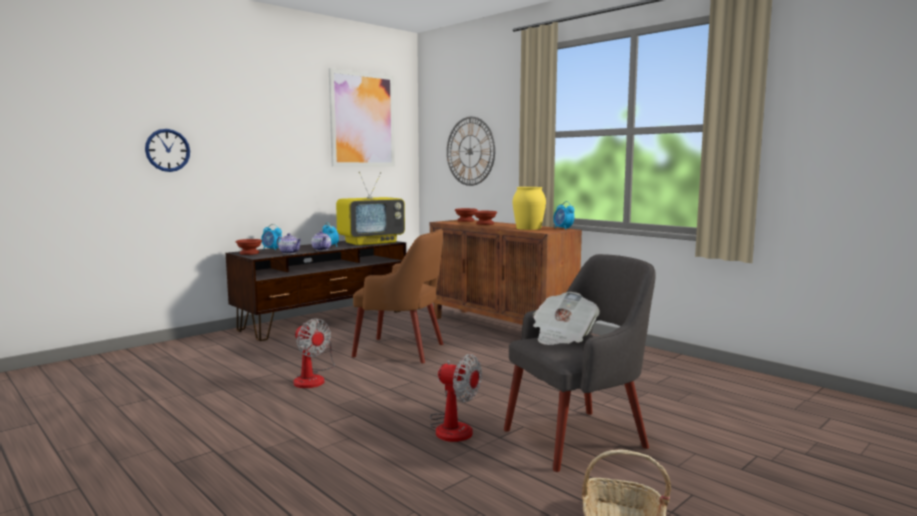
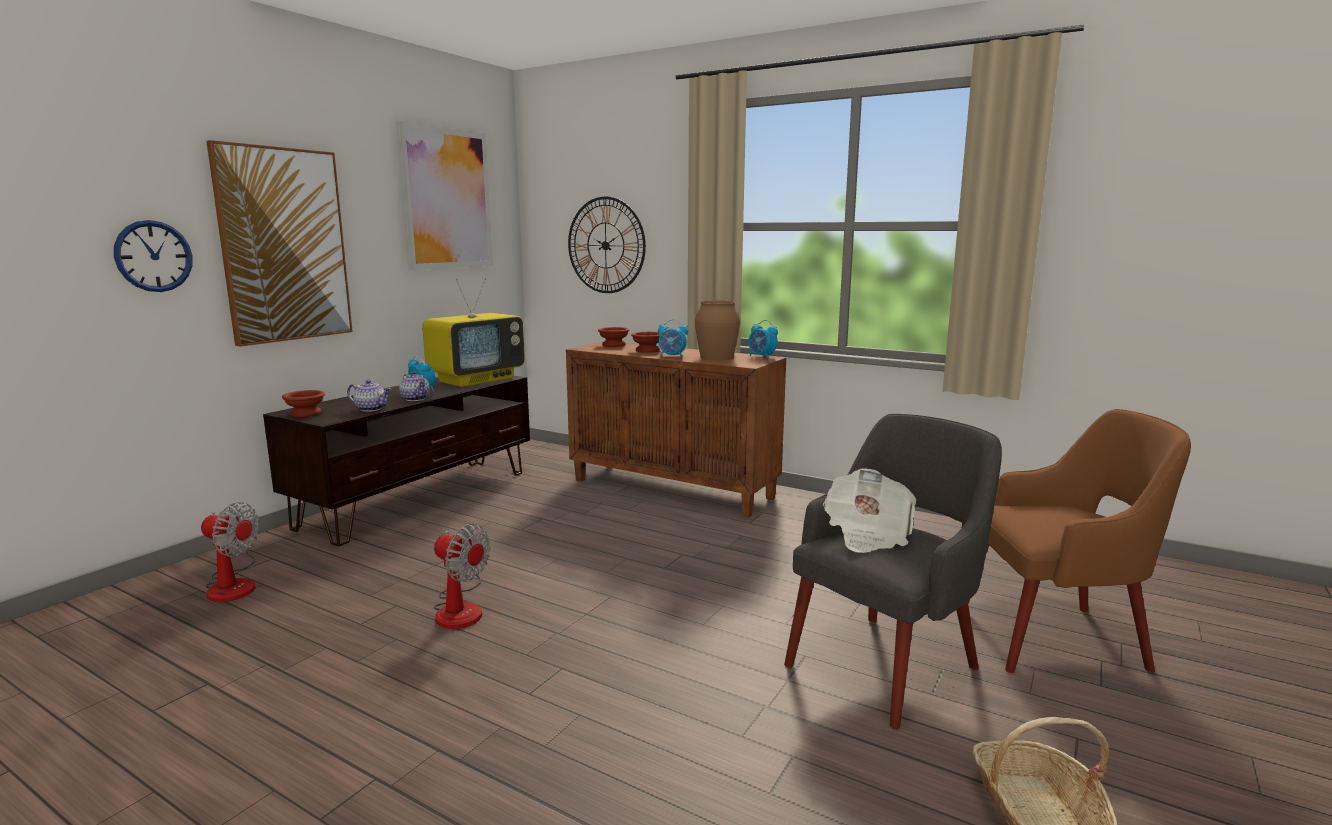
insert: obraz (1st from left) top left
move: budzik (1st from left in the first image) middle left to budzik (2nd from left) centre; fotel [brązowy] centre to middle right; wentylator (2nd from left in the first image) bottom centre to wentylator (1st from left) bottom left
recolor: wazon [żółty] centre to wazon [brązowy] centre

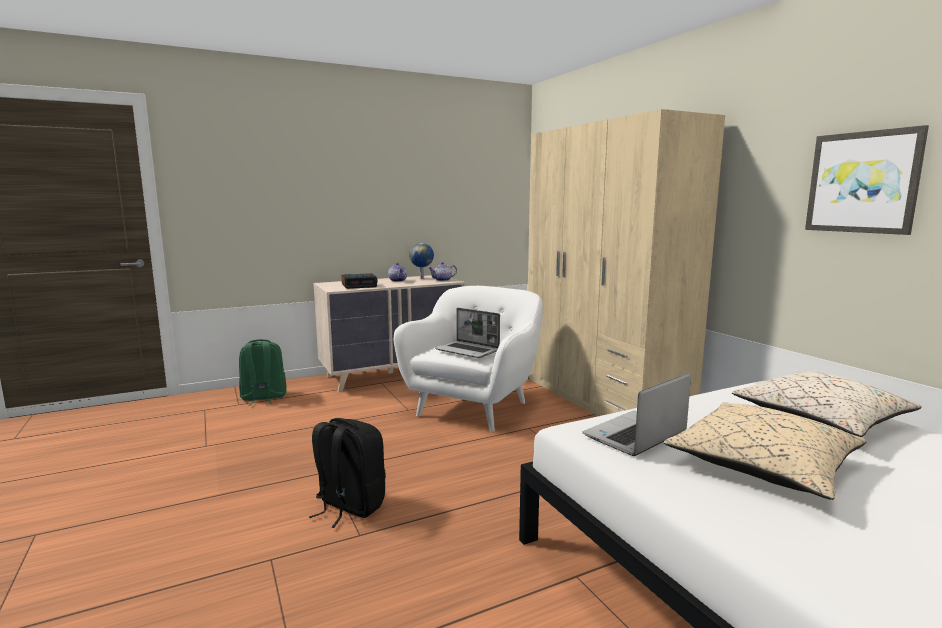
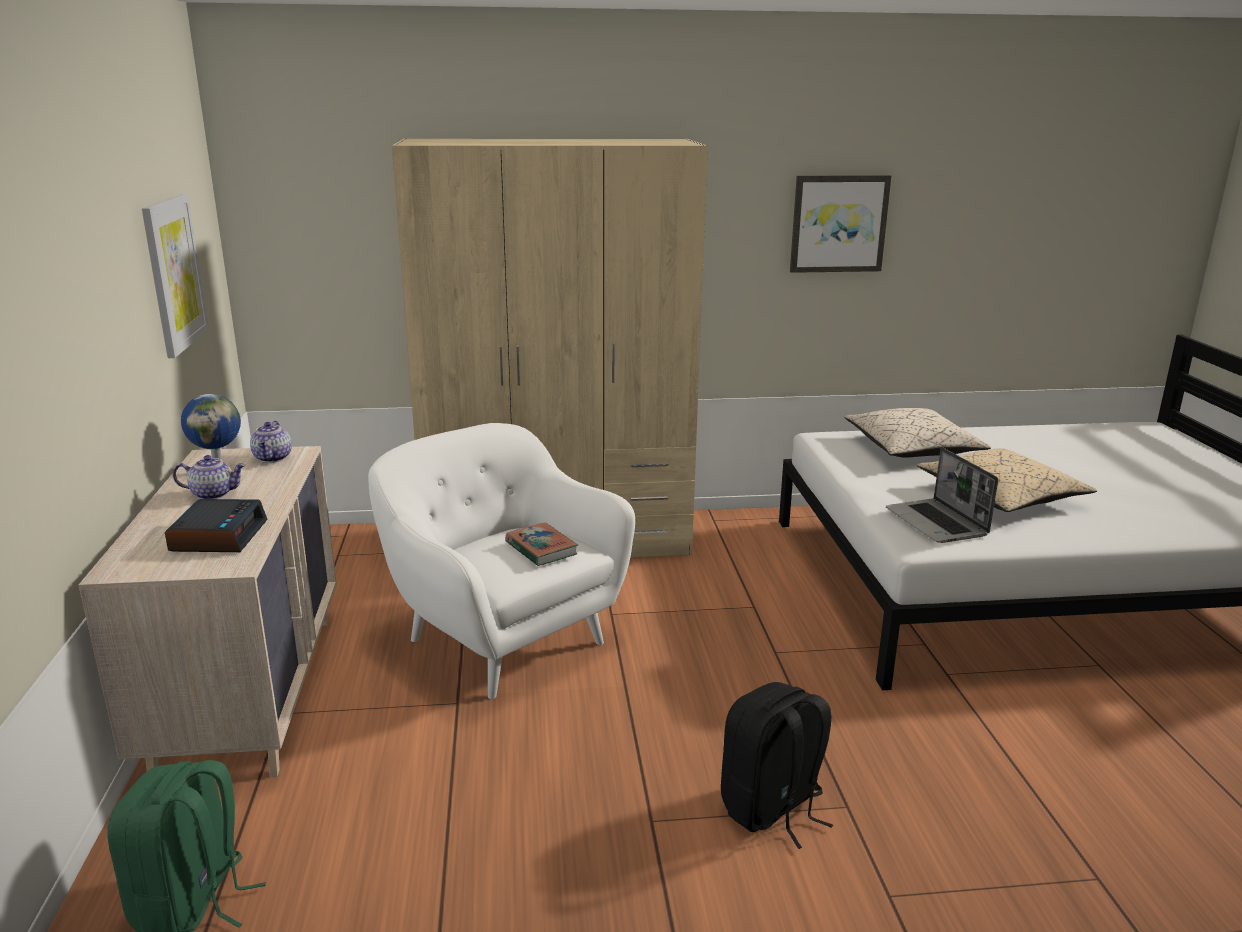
insert: obraz (1st from left) top left
replace: laptop (1st from left) centre to książka centre

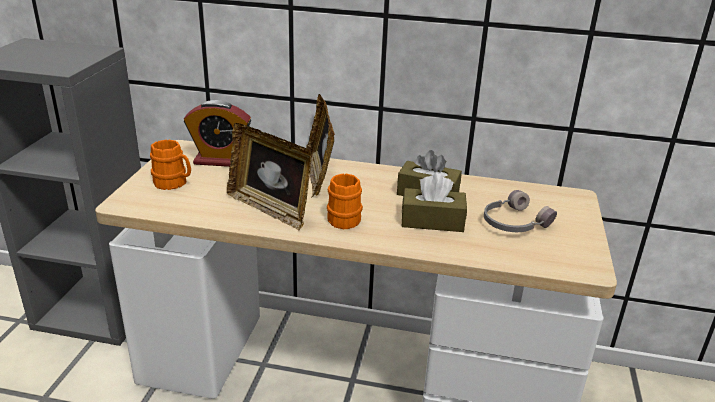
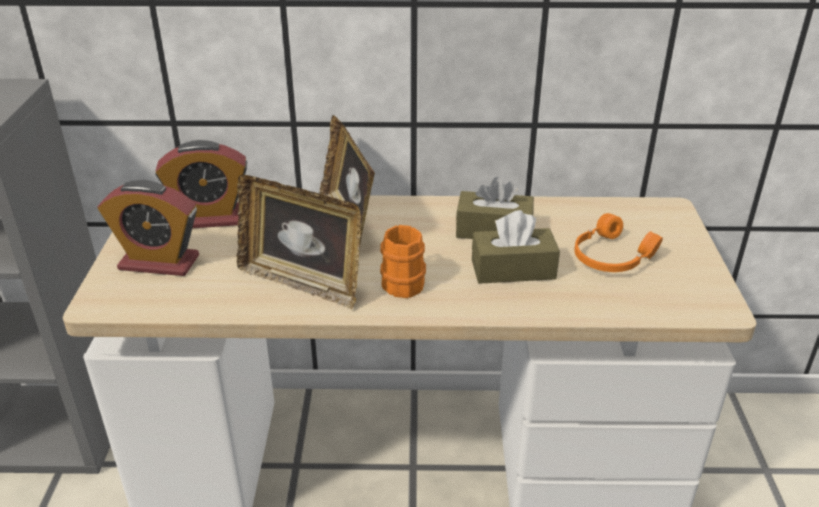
replace: kubek [pomarańczowy] (1st from left) middle left to budzik (1st from left) middle left
recolor: słuchawki [szary] middle right to słuchawki [pomarańczowy] middle right

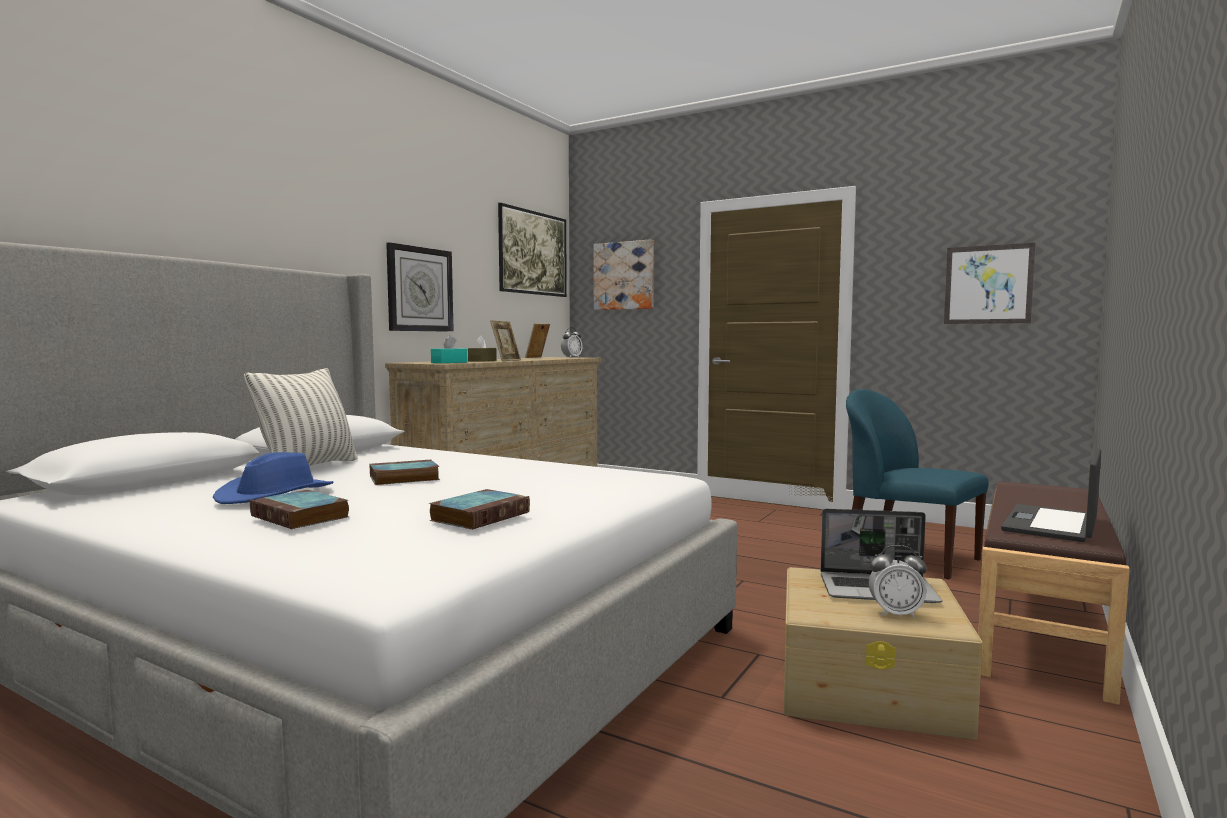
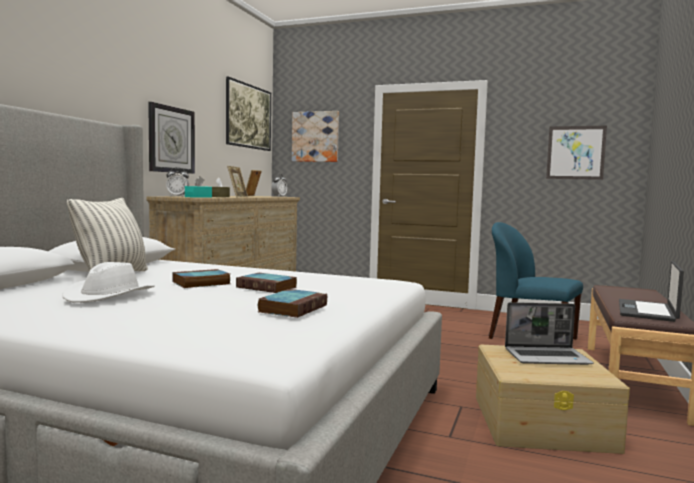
move: książka (1st from left in the first image) middle left to książka (2nd from left) centre; budzik (2nd from left in the first image) bottom right to budzik (1st from left) middle left
recolor: kapelusz [niebieski] middle left to kapelusz [biały] middle left

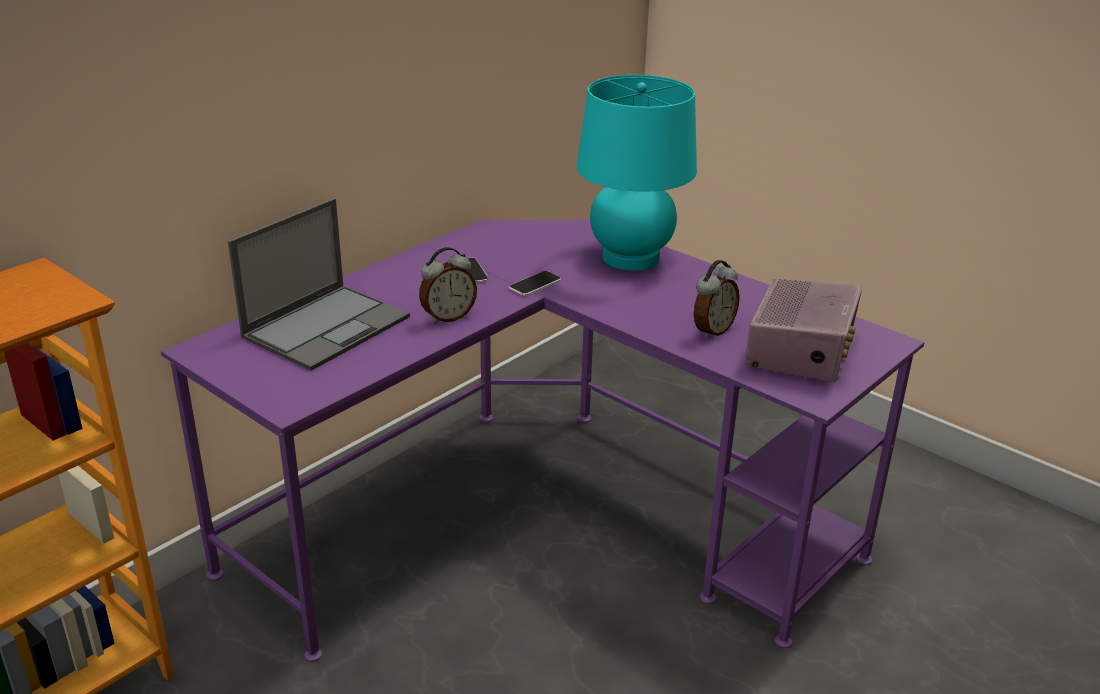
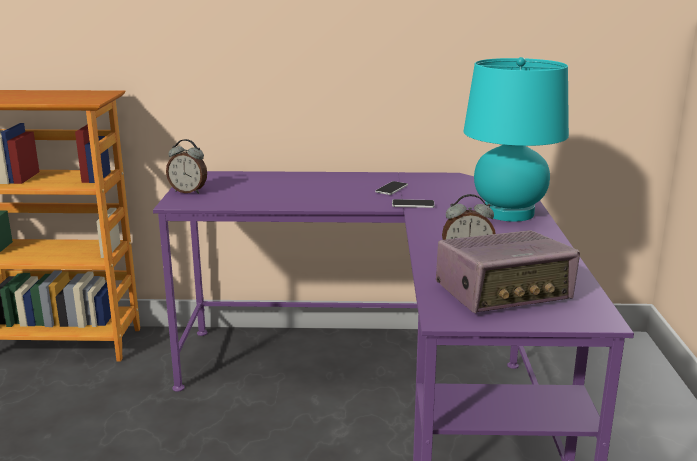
delete: laptop middle left
move: budzik (1st from left) centre to middle left

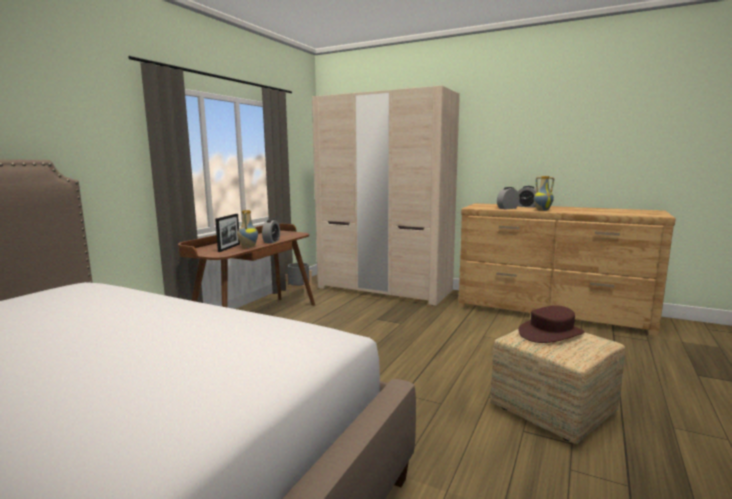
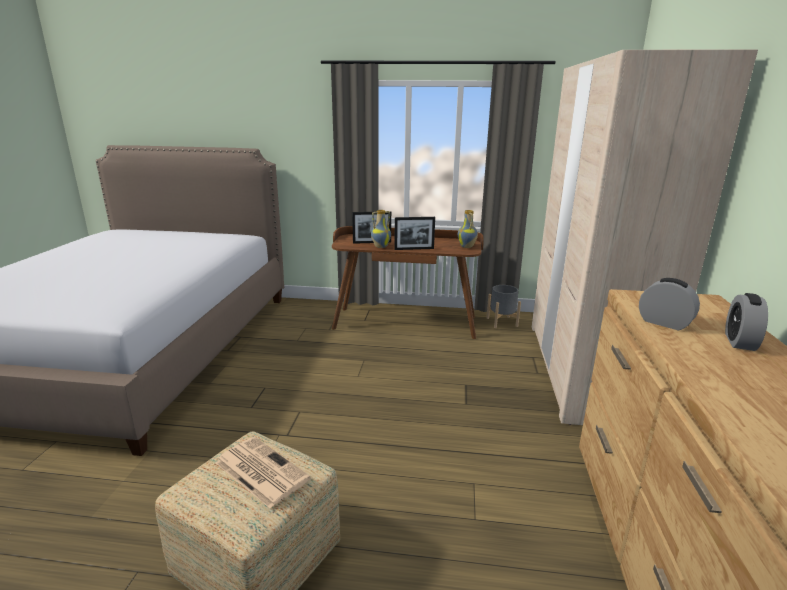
move: wazon (2nd from left) middle right to centre
replace: budzik (1st from left) centre to ramka na zdjęcie (2nd from left) centre; kapelusz [brązowy] middle right to gazeta bottom centre

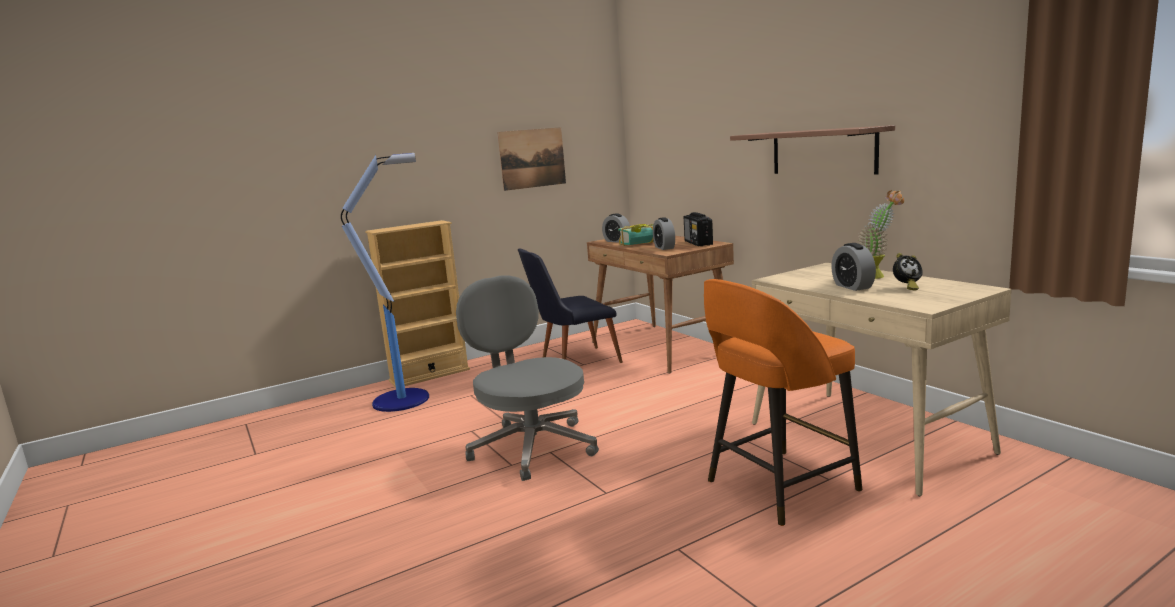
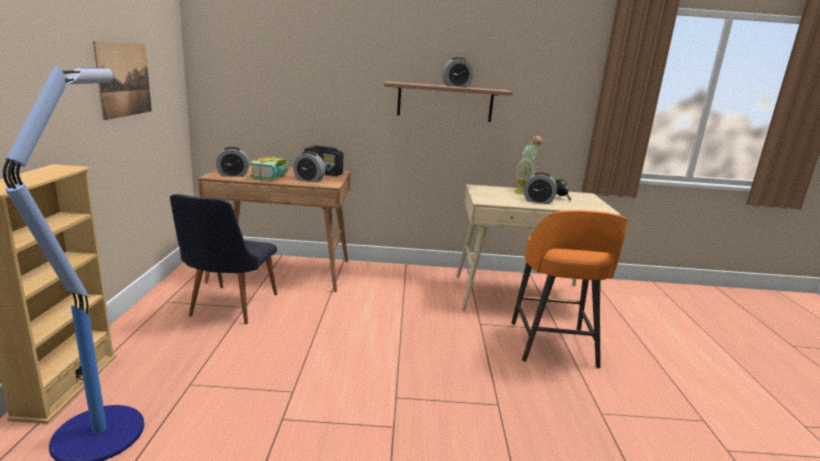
delete: krzesło biurowe [szary] centre
insert: budzik (3rd from left) top centre

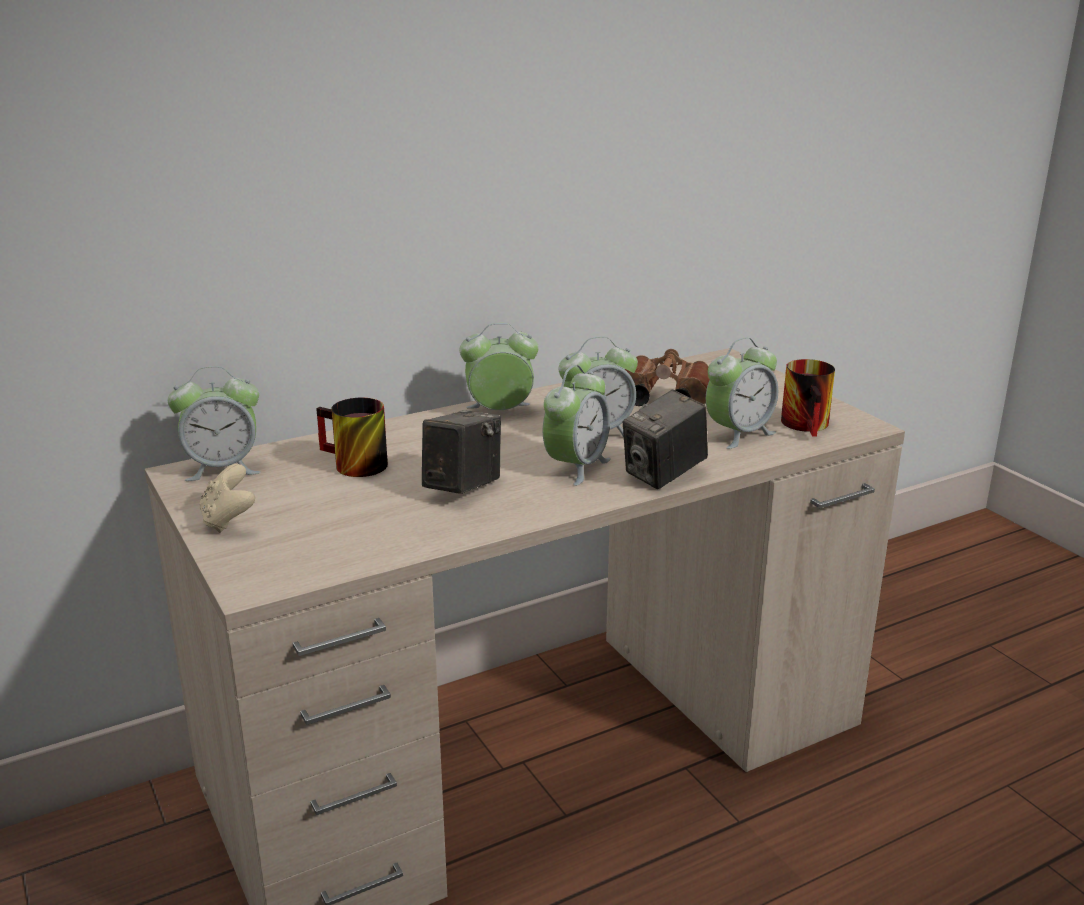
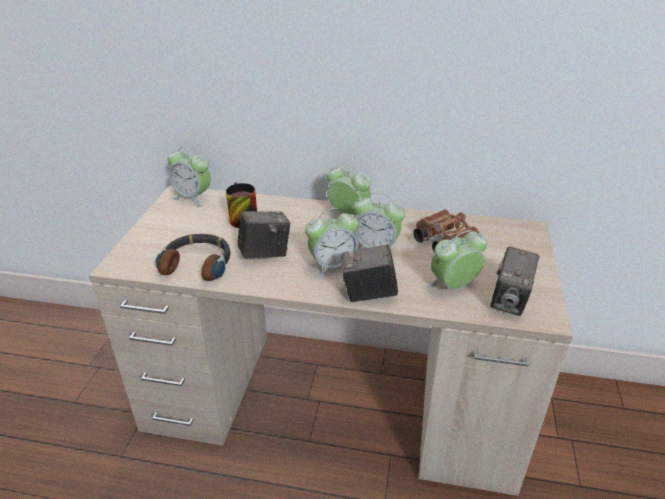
delete: pad do gier [beżowy] middle left
insert: słuchawki middle left
replace: kubek (2nd from left) middle right to aparat fotograficzny (3rd from left) middle right
rotate: budzik (5th from left) middle right = middle right 150 degrees clockwise

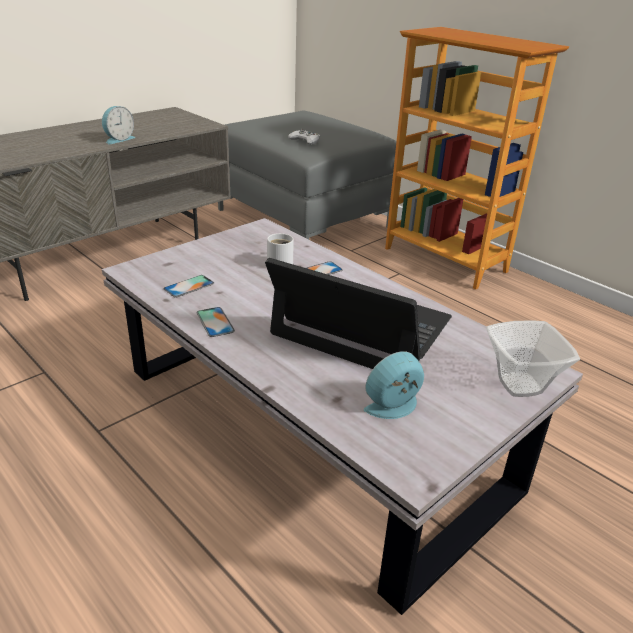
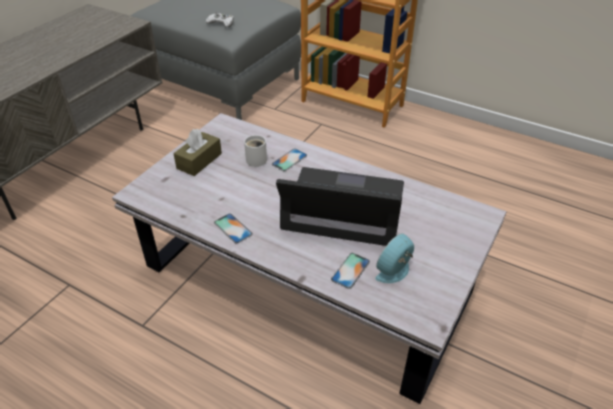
delete: budzik (1st from left) top left; miska middle right
insert: pudełko chusteczek [brązowy] middle left
move: telefon (1st from left in the first image) middle left to telefon (3rd from left) centre

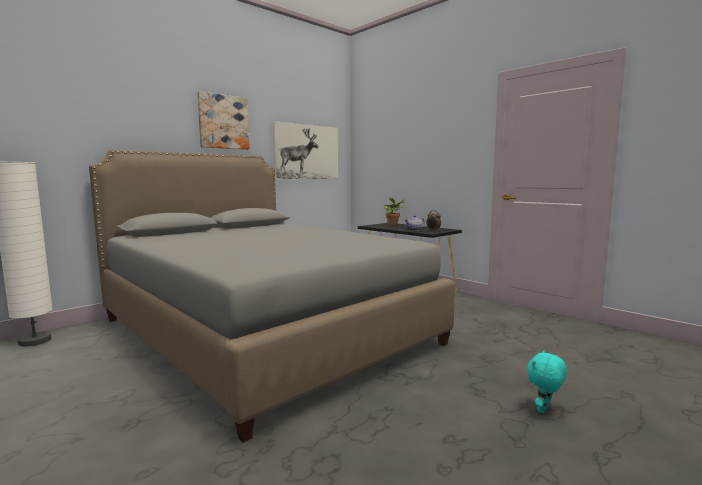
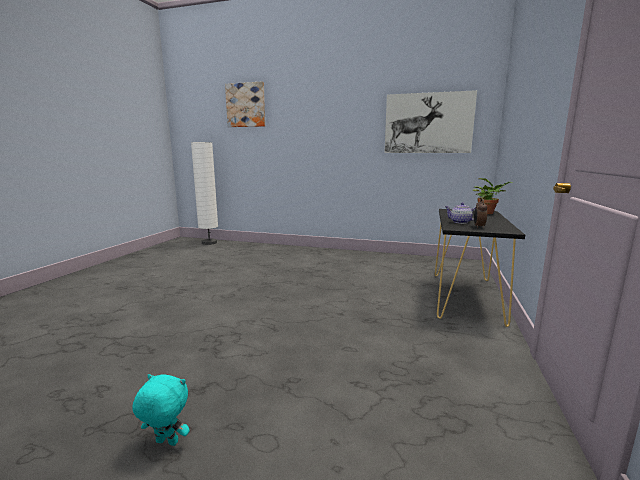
delete: łóżko [szary] centre
move: obraz (1st from left) top left to top centre

